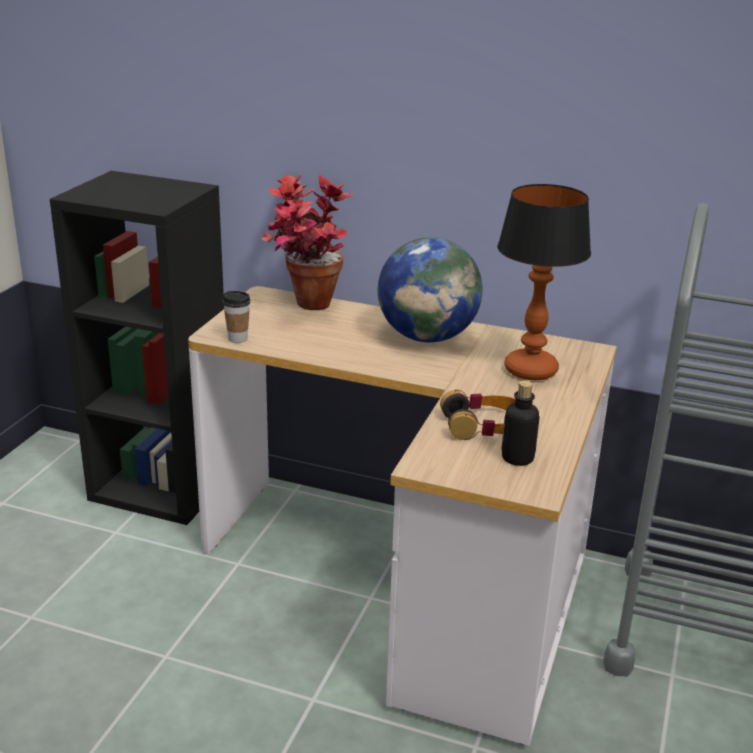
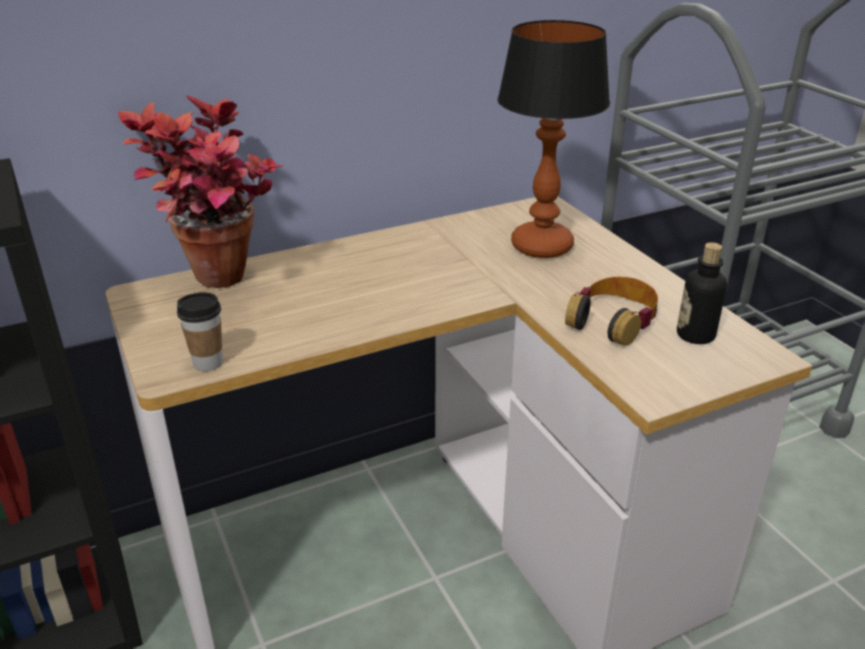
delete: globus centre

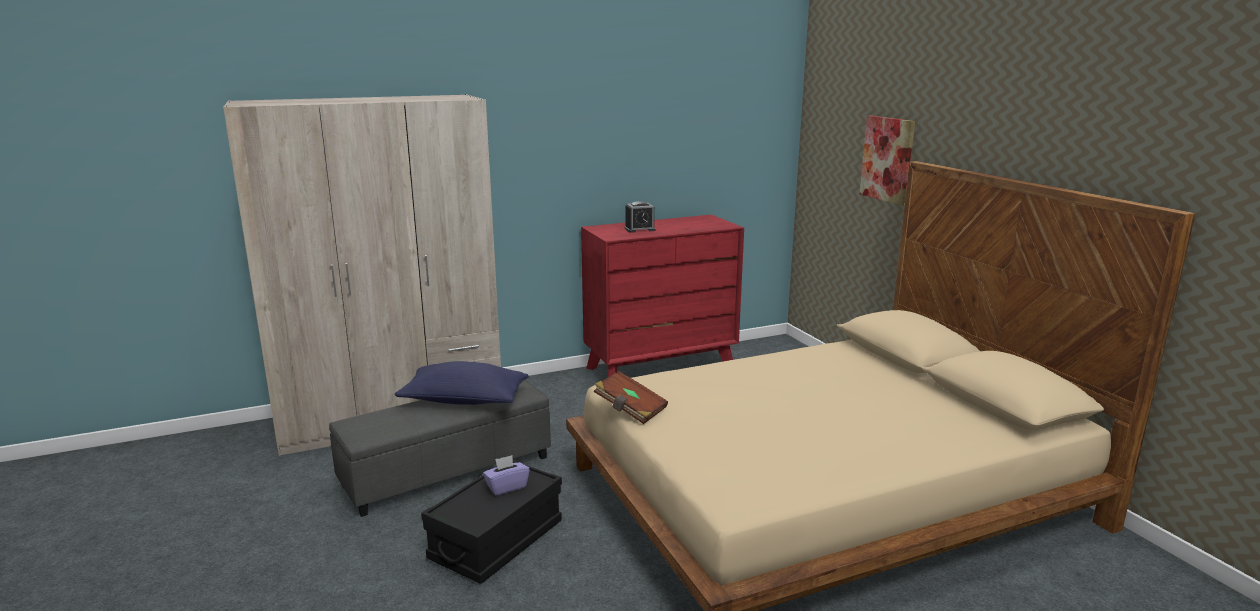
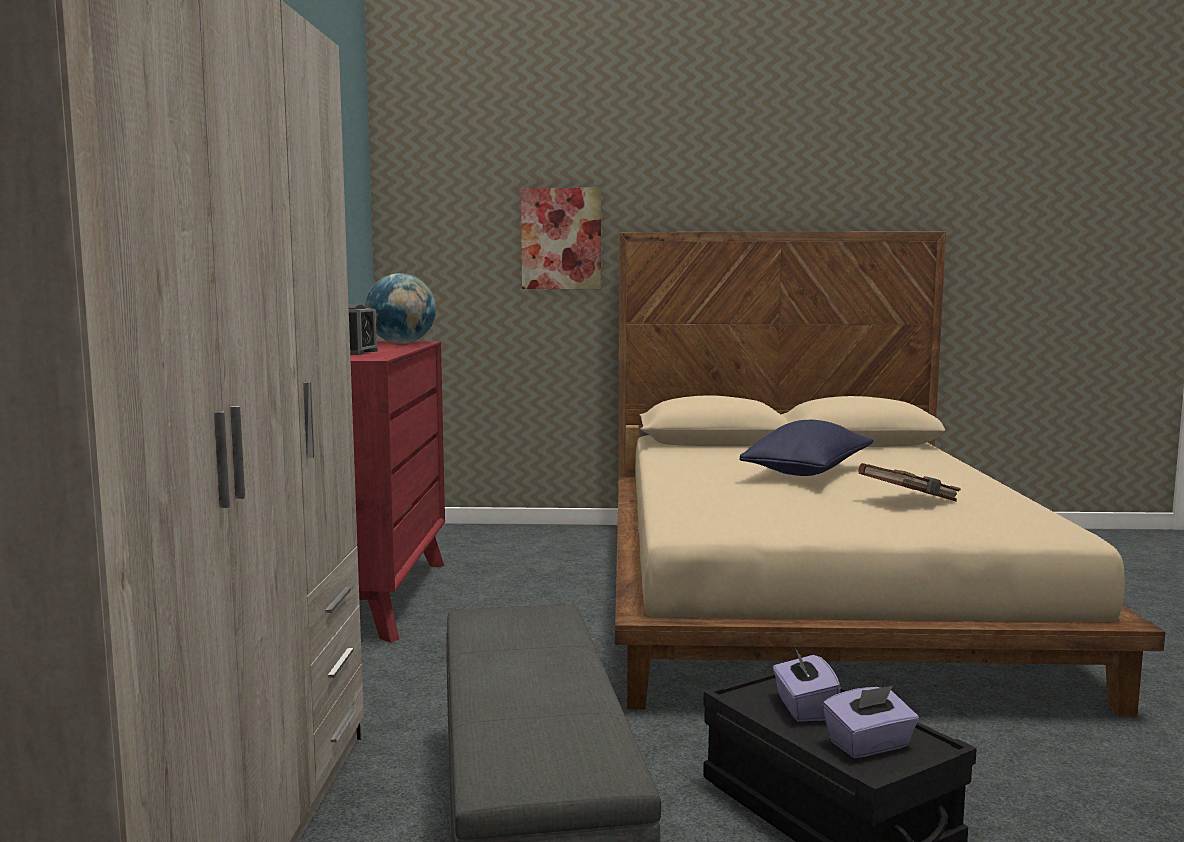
insert: globus centre; pudełko chusteczek [fioletowy] (2nd from left) bottom right
move: poduszka [niebieski] centre to middle right; książka [brązowy] centre to middle right

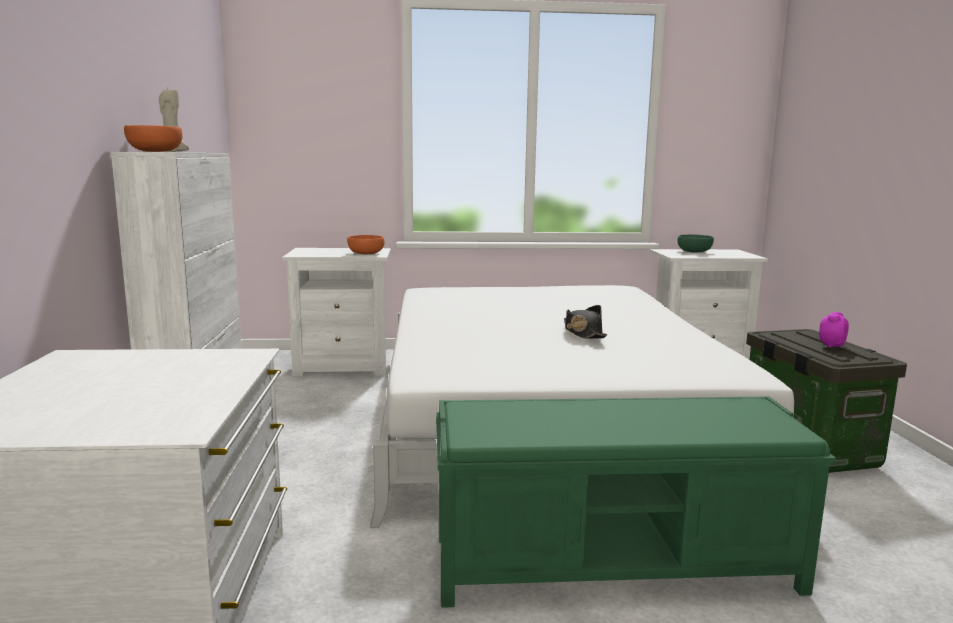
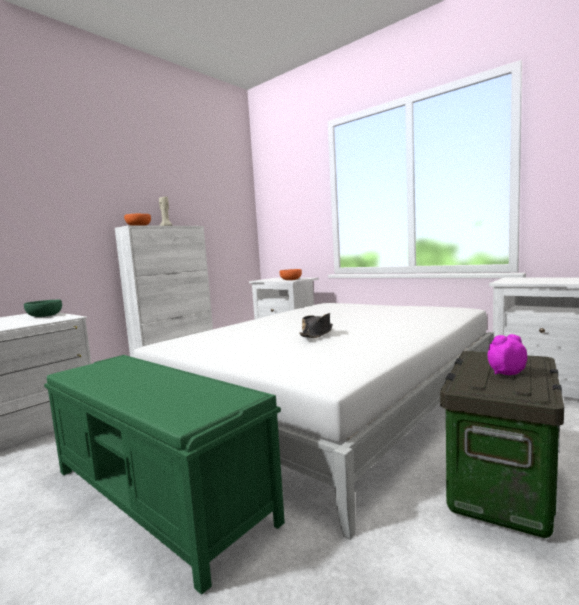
move: miska [zielony] middle right to middle left

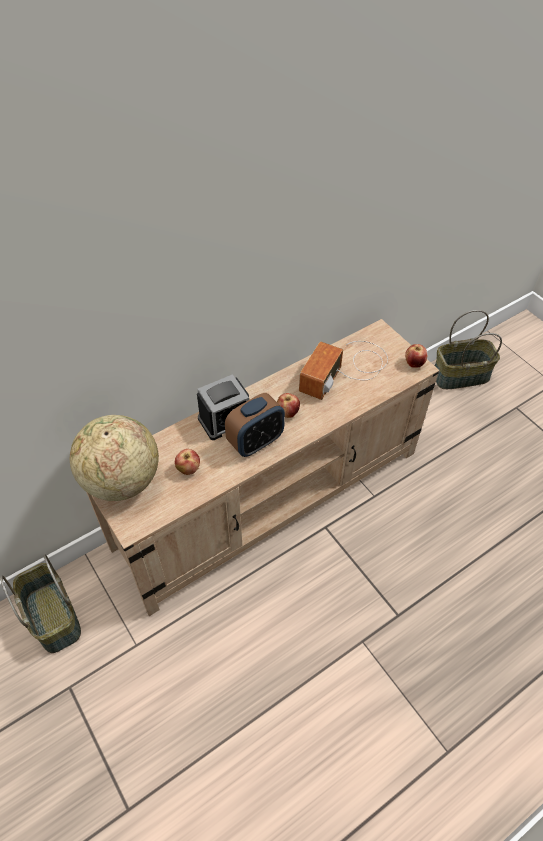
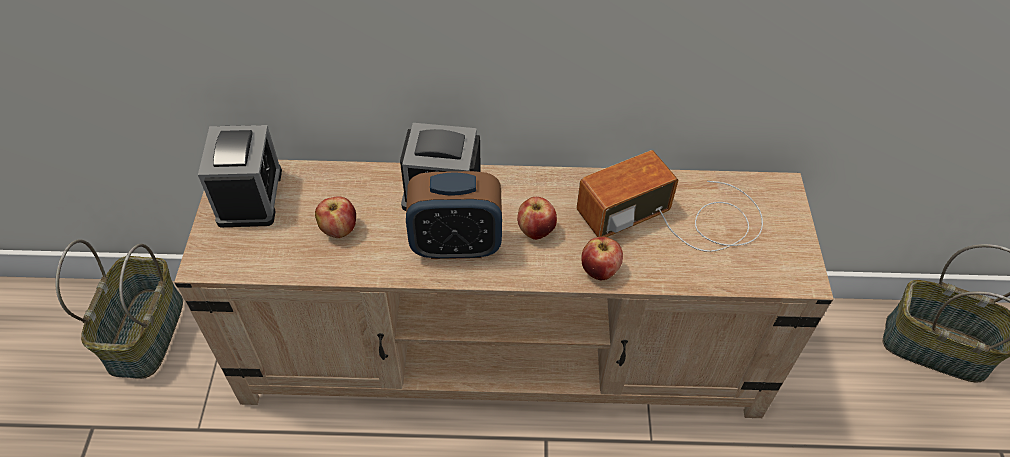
move: jabłko (3rd from left) middle right to centre
replace: globus middle left to budzik (1st from left) middle left

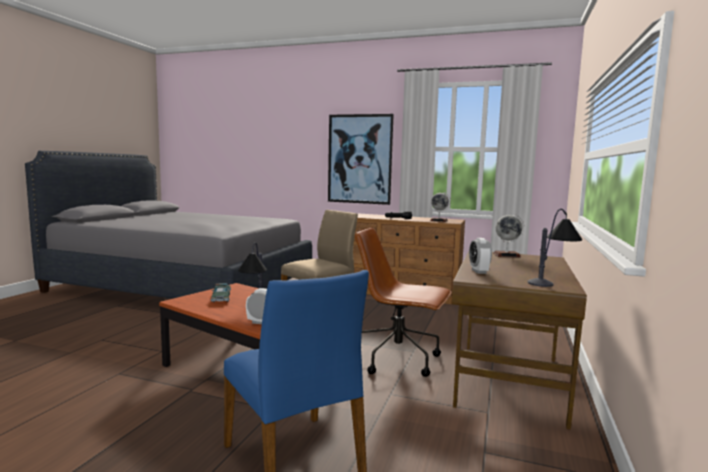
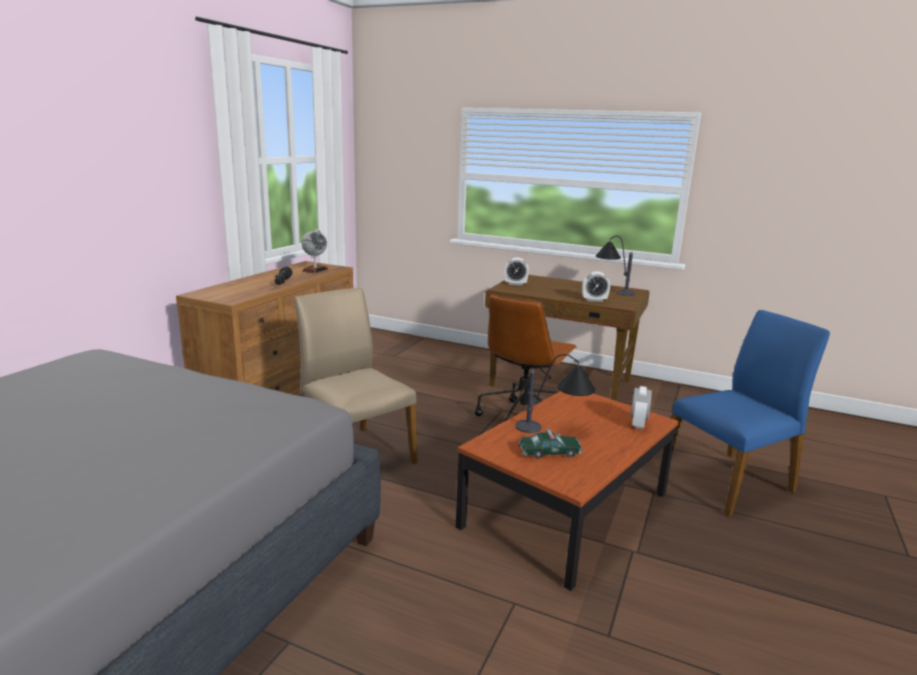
delete: obraz centre
replace: globus (2nd from left) middle right to budzik (1st from left) centre

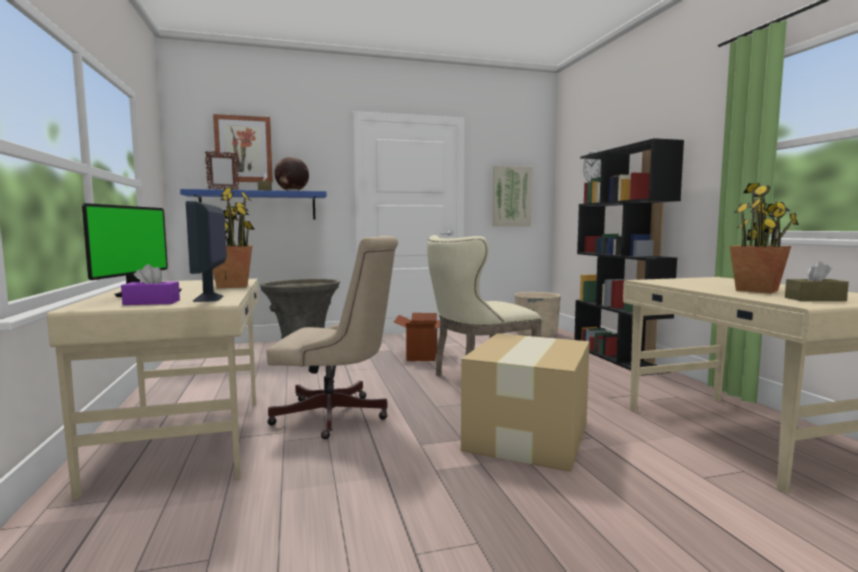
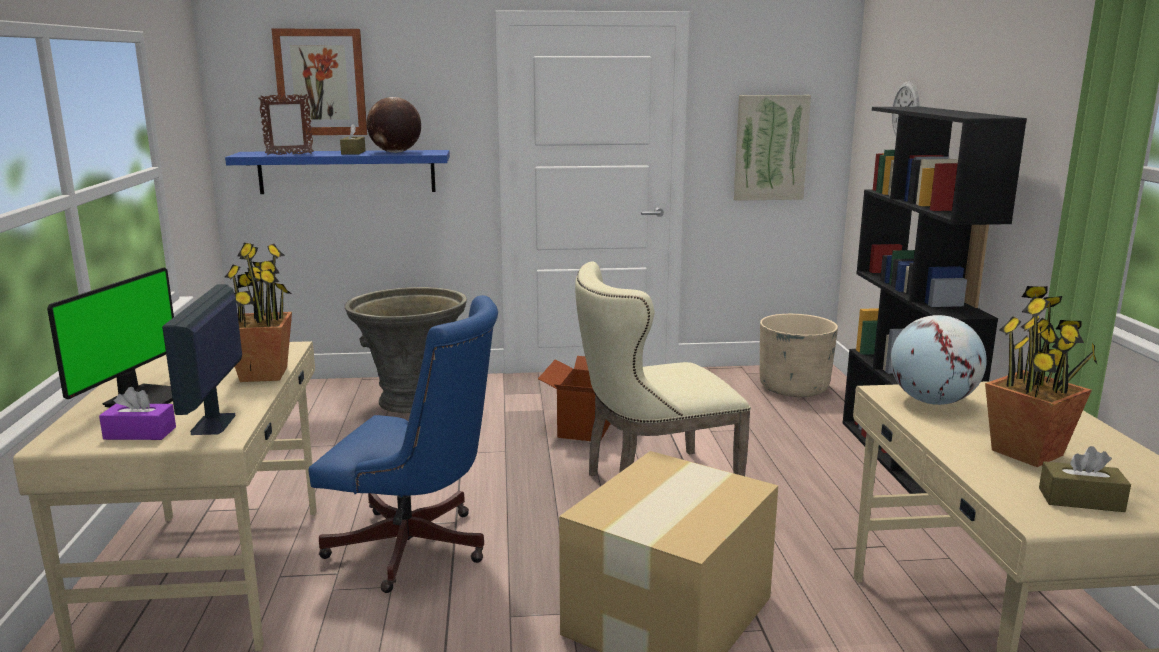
insert: globus (2nd from left) middle right
recolor: krzesło biurowe [beżowy] centre to krzesło biurowe [niebieski] bottom centre

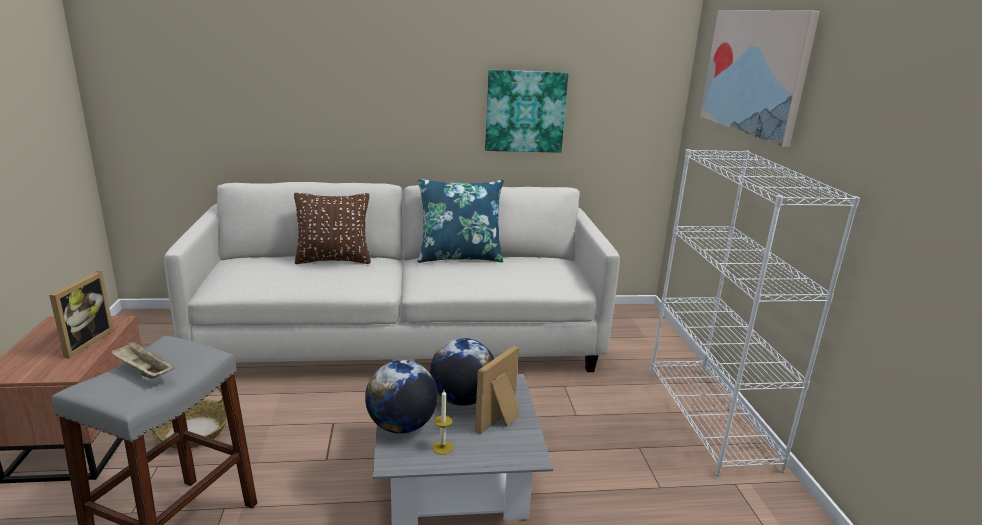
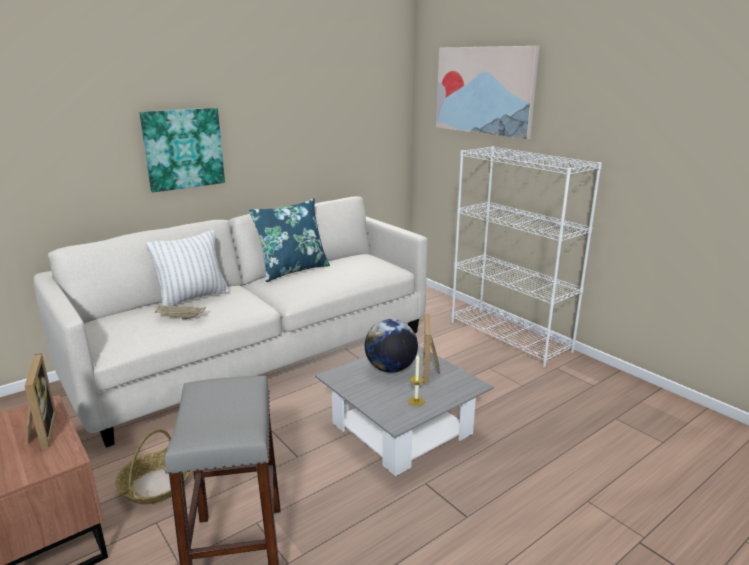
delete: globus (1st from left) bottom centre
move: obraz (1st from left) top centre to top left; taca [beżowy] bottom left to middle left
recolor: poduszka [brązowy] centre to poduszka [biały] middle left

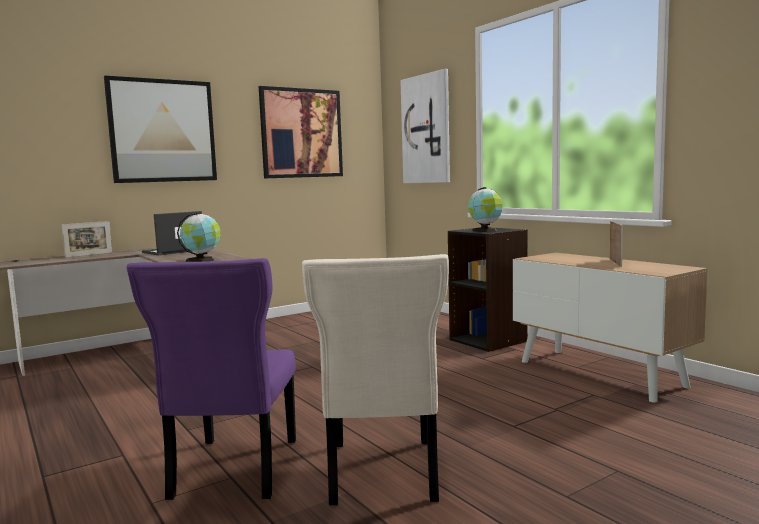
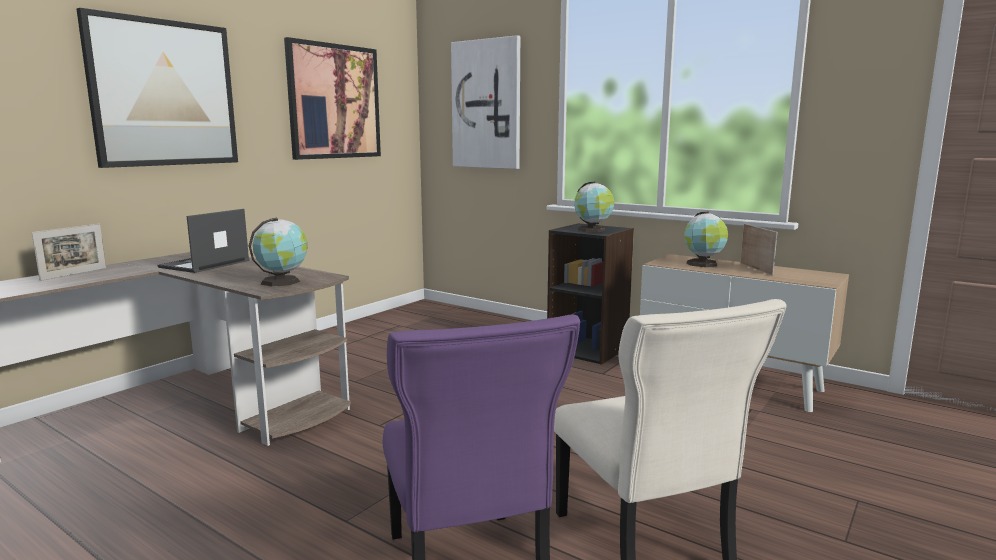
insert: globus (3rd from left) middle right

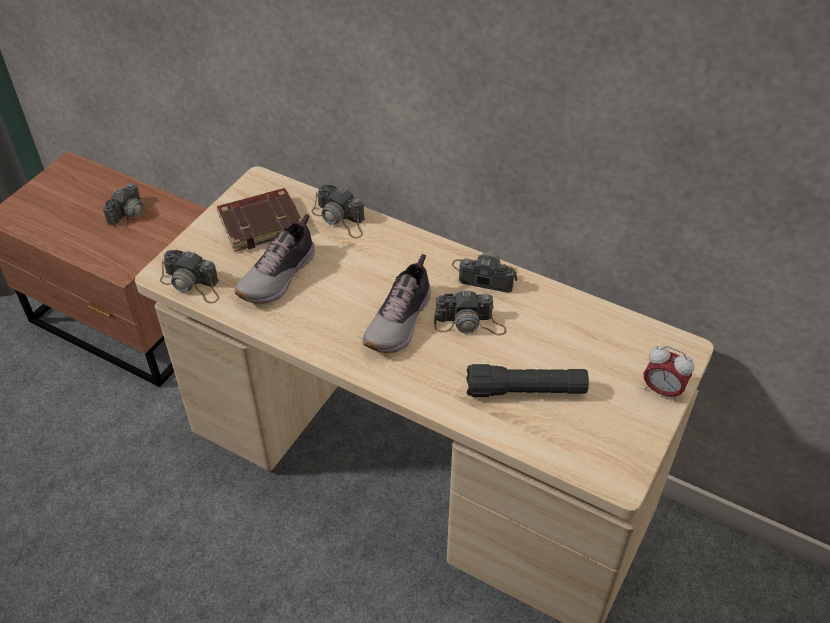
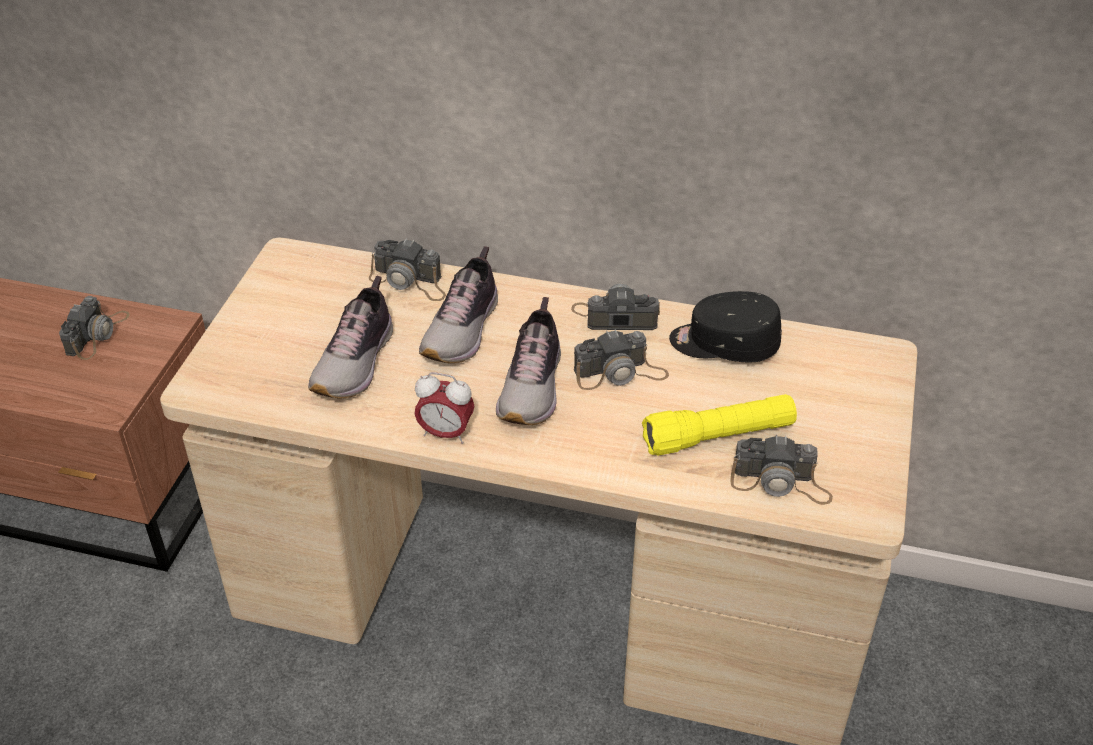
delete: książka [brązowy] middle left
insert: but (2nd from left) centre; czapka z daszkiem [czarny] centre
move: aparat fotograficzny (2nd from left in the first image) middle left to aparat fotograficzny (5th from left) middle right; budzik middle right to centre
recolor: latarka [czarny] centre to latarka [żółty] centre

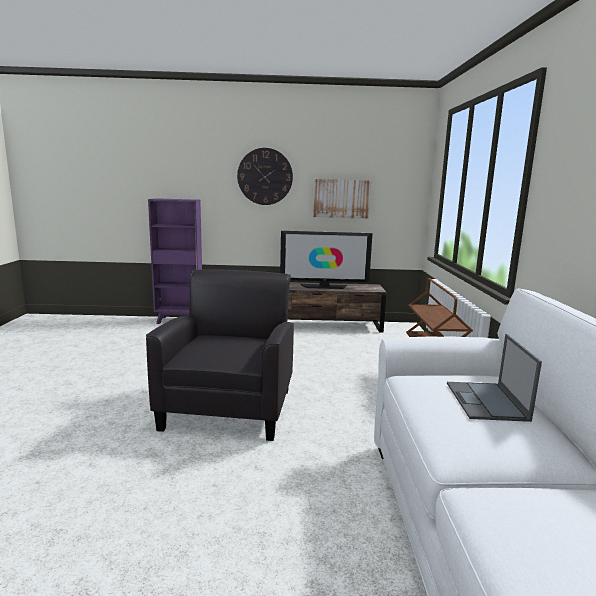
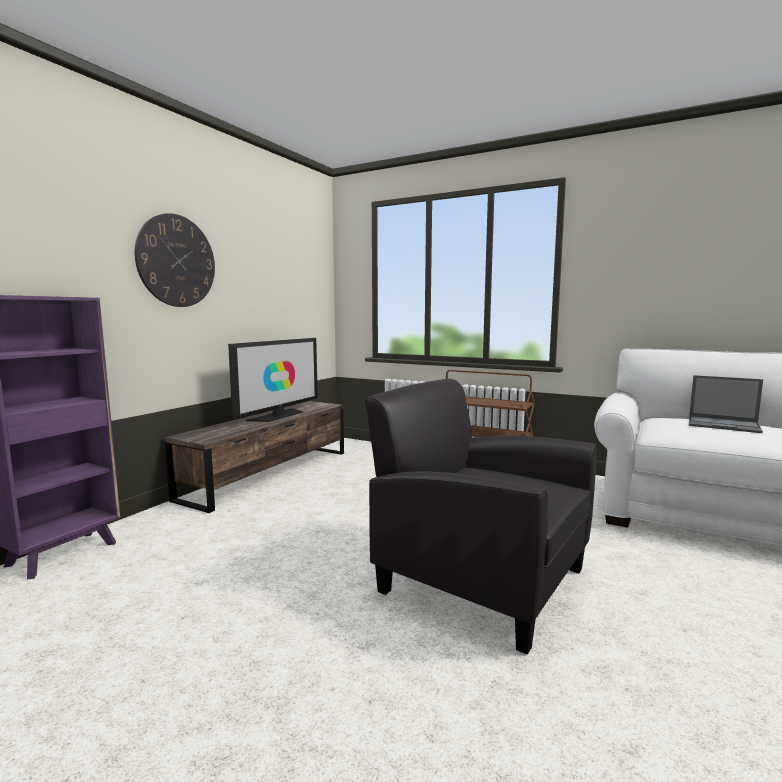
delete: obraz centre

